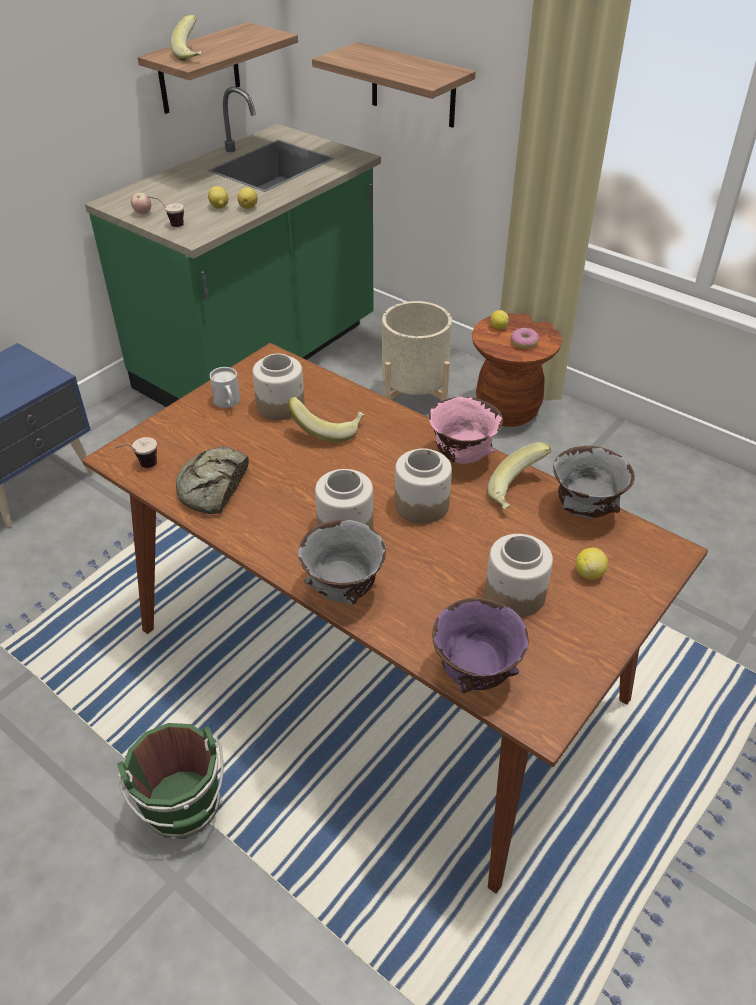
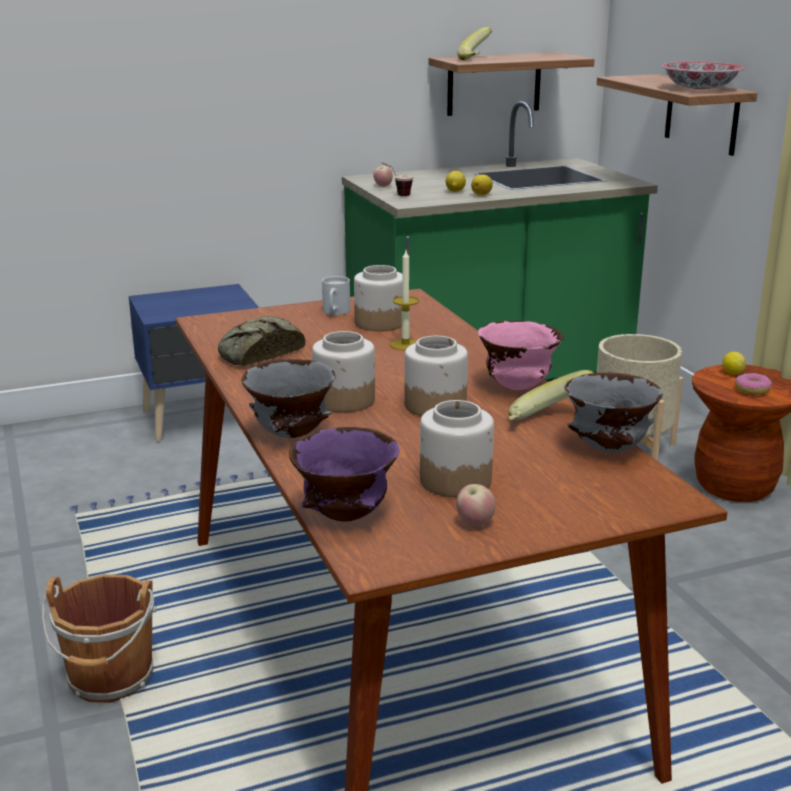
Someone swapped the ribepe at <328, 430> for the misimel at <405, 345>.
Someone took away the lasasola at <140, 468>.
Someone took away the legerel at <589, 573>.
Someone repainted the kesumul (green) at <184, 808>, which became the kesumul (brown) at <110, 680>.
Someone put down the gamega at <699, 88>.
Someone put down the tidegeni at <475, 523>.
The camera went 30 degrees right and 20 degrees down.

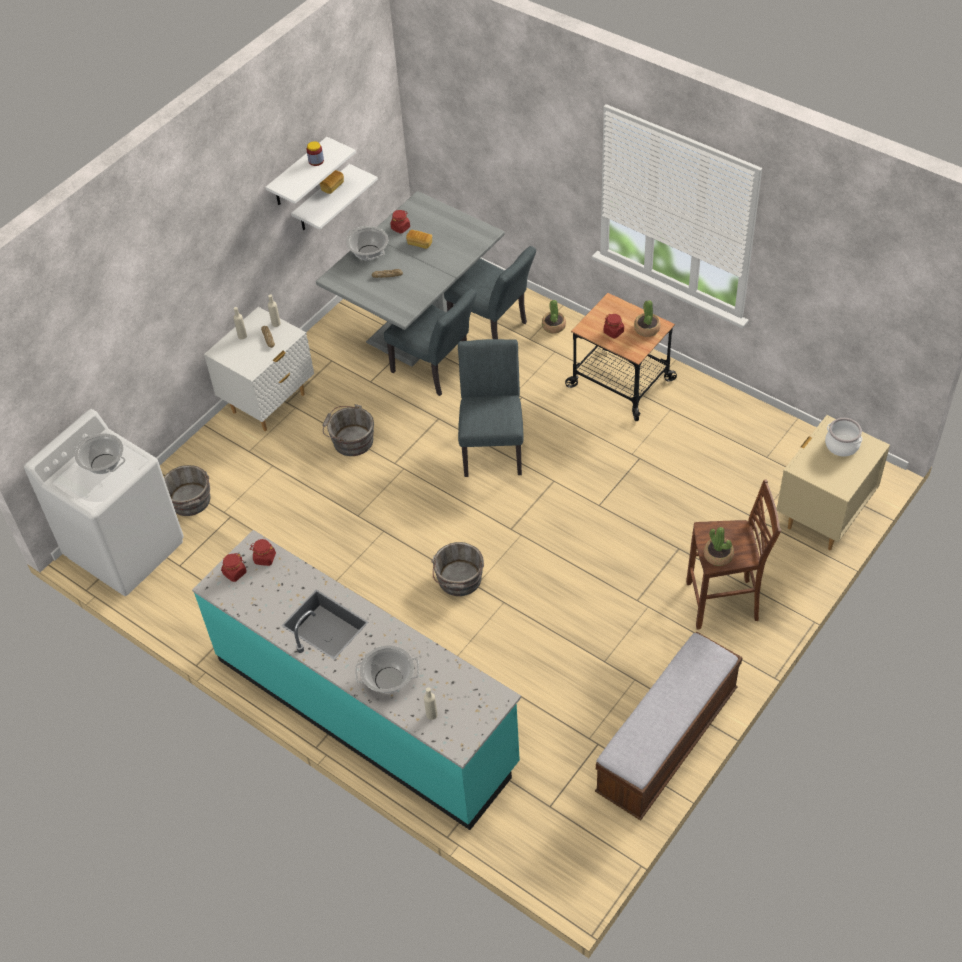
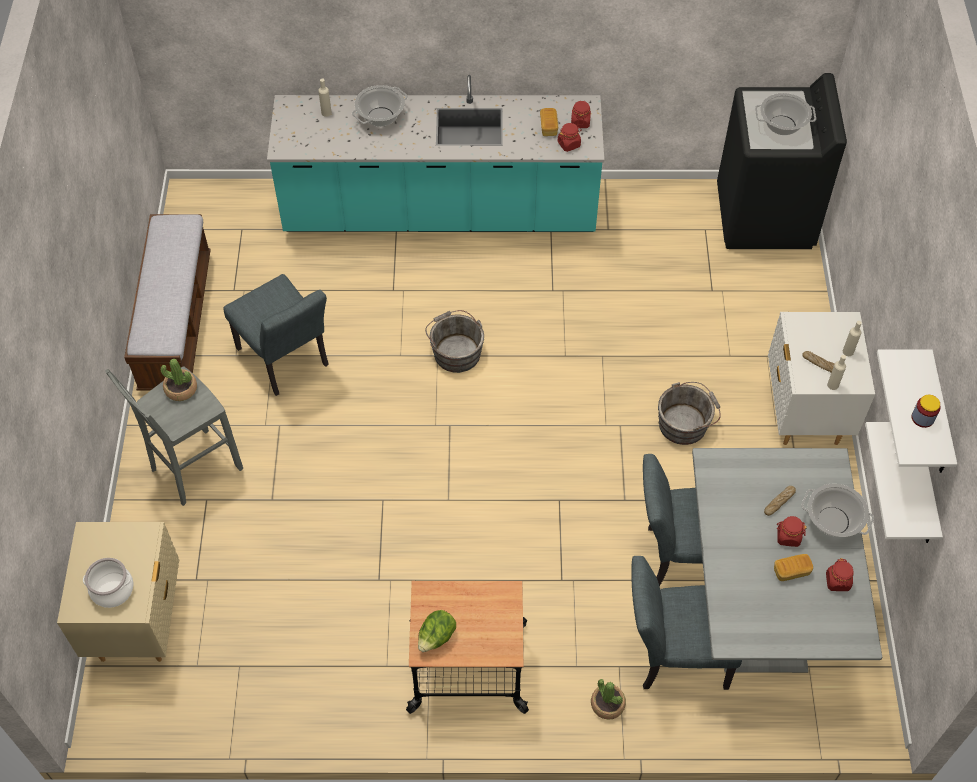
Someone carried the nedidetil from <332, 186> to <548, 127>.
Someone swapped the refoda at <646, 329> for the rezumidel at <436, 637>.
Someone carried the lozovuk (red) from <613, 332> to <788, 537>.
Someone carried the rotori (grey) from <493, 446> to <286, 361>.
Someone repainted the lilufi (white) at <125, 548>, which became the lilufi (black) at <765, 217>.
Someone took away the kesumul (grey) at <190, 502>.
Someone repainted the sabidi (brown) at <724, 603>, which became the sabidi (grey) at <193, 469>.
The camera went 140 degrees right and 5 degrees up.

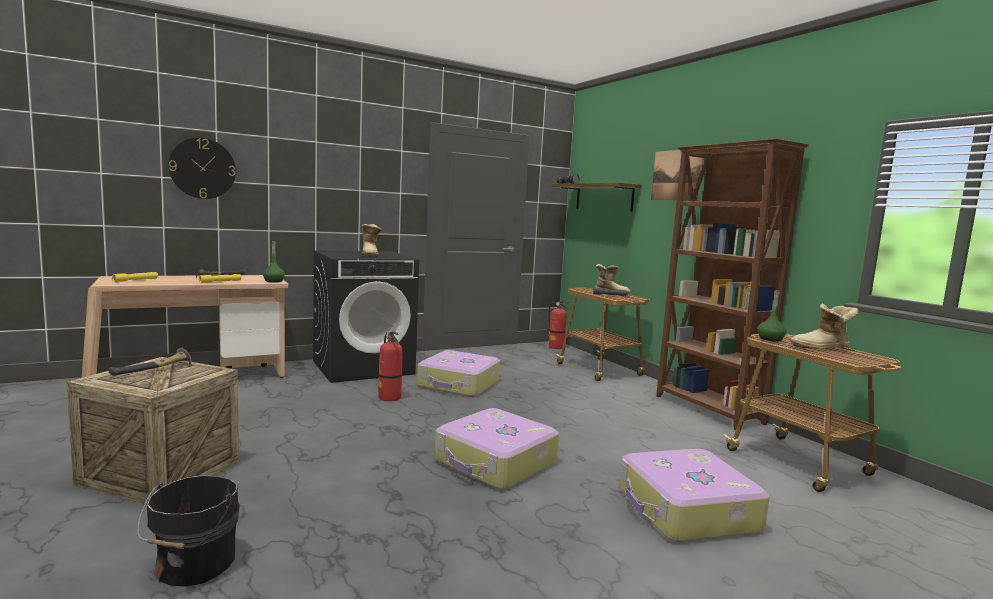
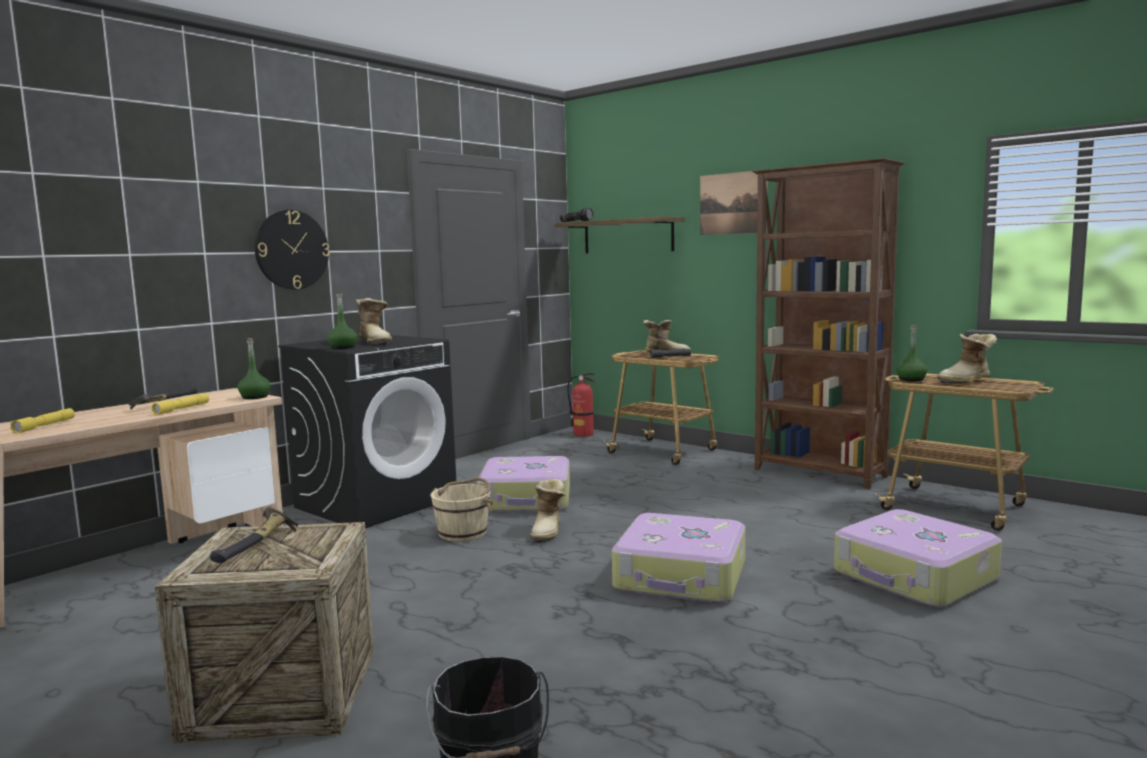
Someone carried the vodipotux from <202, 168> to <292, 250>.
Someone swapped the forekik at <390, 398> for the kesumul (beige) at <463, 532>.
Someone put down the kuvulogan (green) at <343, 347>.
Someone put down the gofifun at <548, 531>.
The camera went 20 degrees left and 0 degrees up.

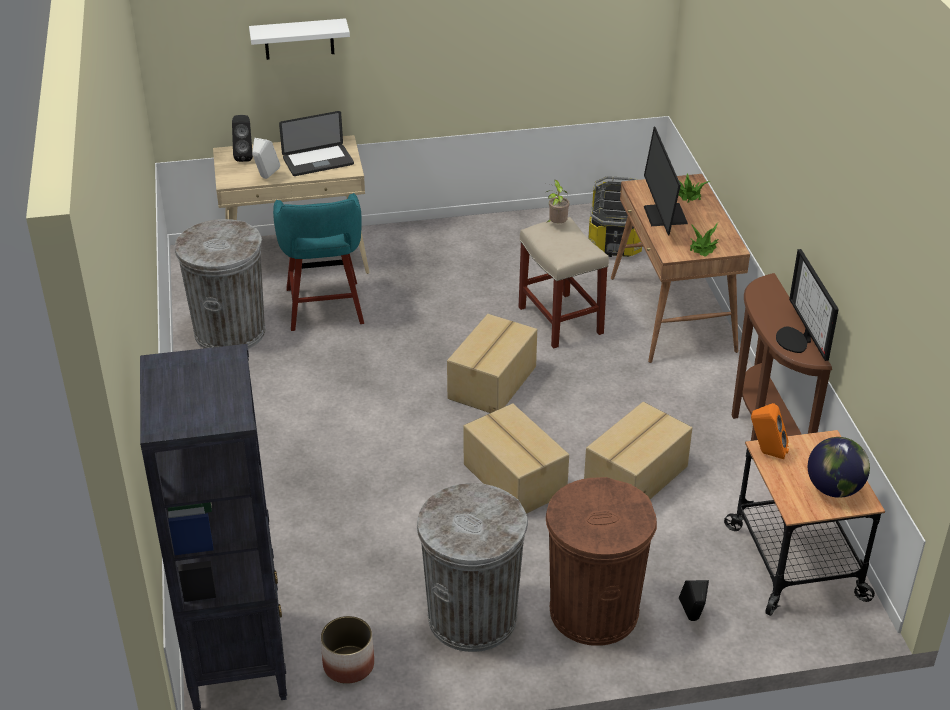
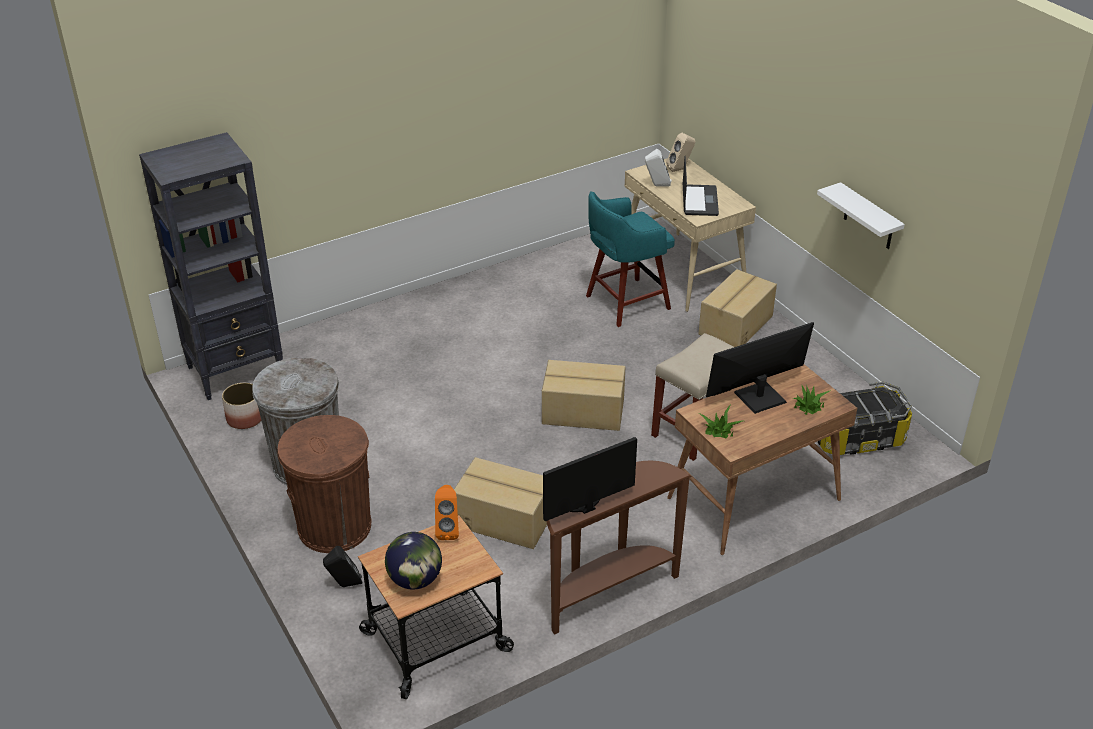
Someone carried the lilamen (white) from <299, 39> to <869, 218>.
Someone rotated the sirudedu at <318, 161> by 135 degrees counterclockwise.
Someone repainted the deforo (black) at <245, 156>, which became the deforo (beige) at <680, 169>.
Someone took away the refoda at <556, 225>.
Someone took away the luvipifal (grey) at <229, 332>.
Someone carried the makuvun from <514, 479> to <734, 325>.
The camera went 70 degrees right and 0 degrees up.

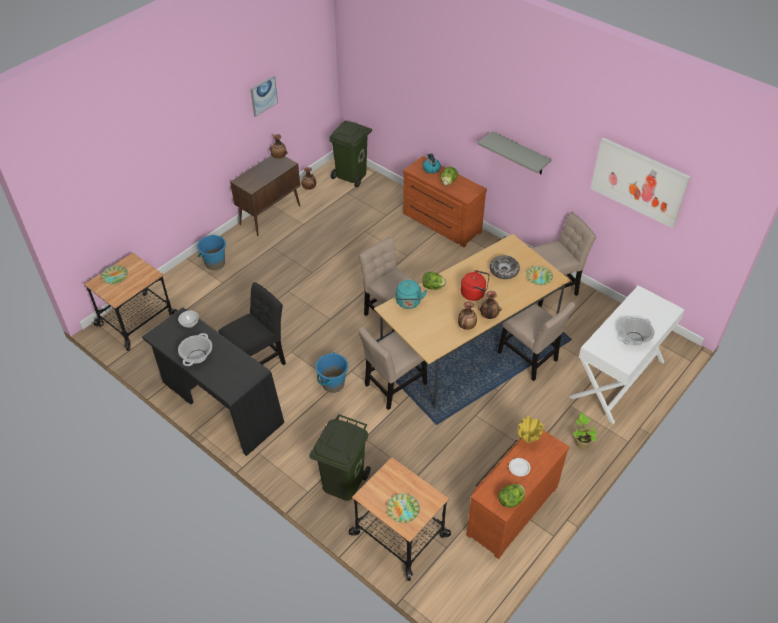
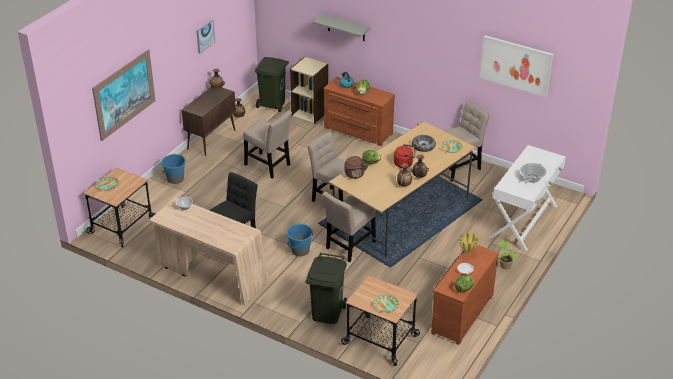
Someone carried the lilamen (grey) from <520, 154> to <346, 28>.
Someone repainted the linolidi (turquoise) at <408, 303>, which became the linolidi (brown) at <355, 175>.
Someone carried the rotori (beige) from <529, 359> to <269, 166>.
Someone repainted the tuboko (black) at <220, 404>, which became the tuboko (beige) at <211, 274>.
Someone took away the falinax at <197, 356>.
Someone put up the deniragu at <124, 94>.
Someone put down the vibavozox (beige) at <310, 113>.
The camera went 10 degrees left and 10 degrees down.

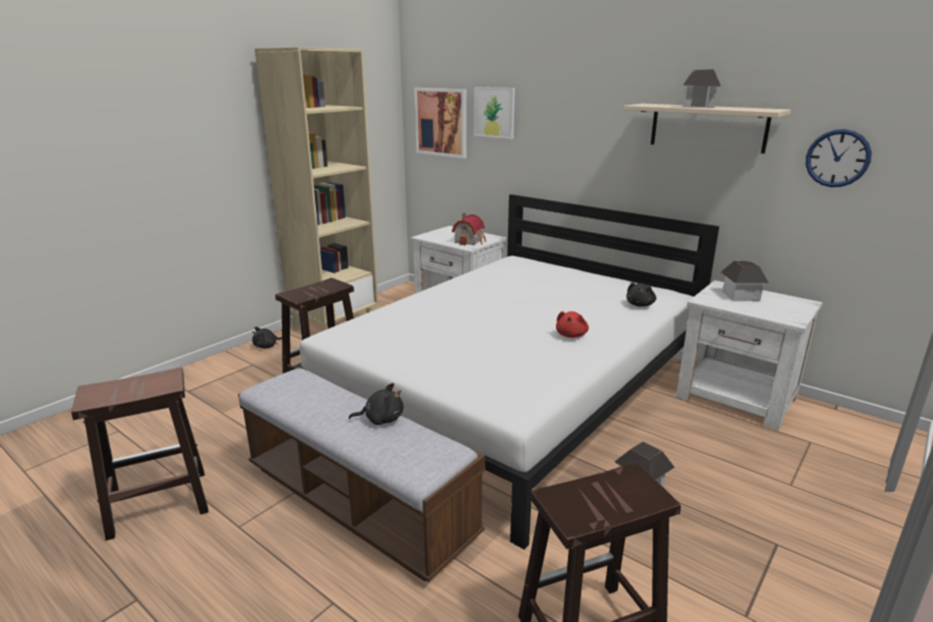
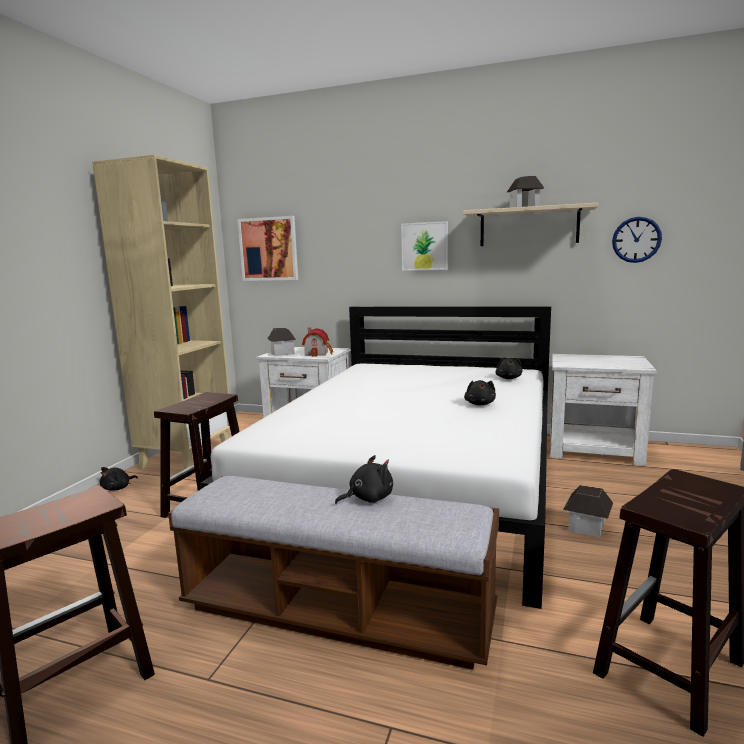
Someone carried the deniragu from <494, 112> to <424, 246>.
Someone carried the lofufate from <740, 296> to <282, 353>.
Someone repainted the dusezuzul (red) at <571, 335>, which became the dusezuzul (black) at <480, 404>.
The camera went 20 degrees left and 10 degrees down.

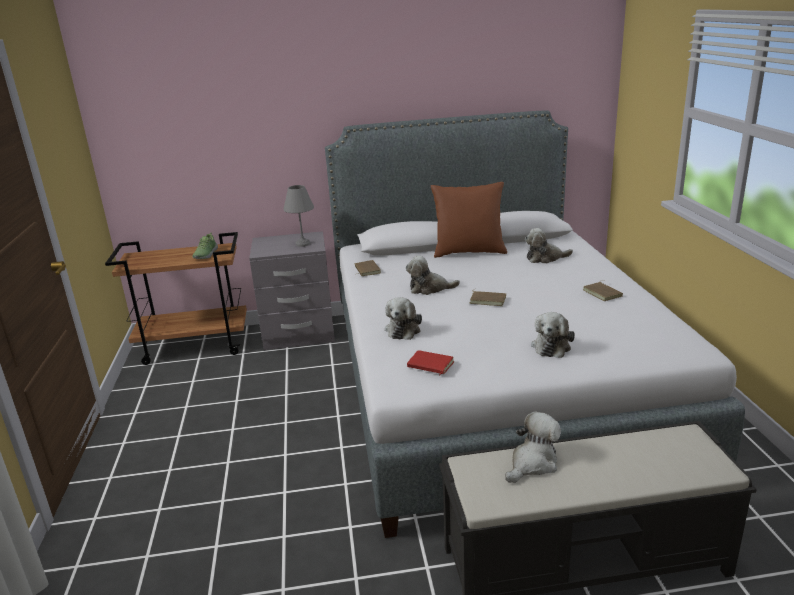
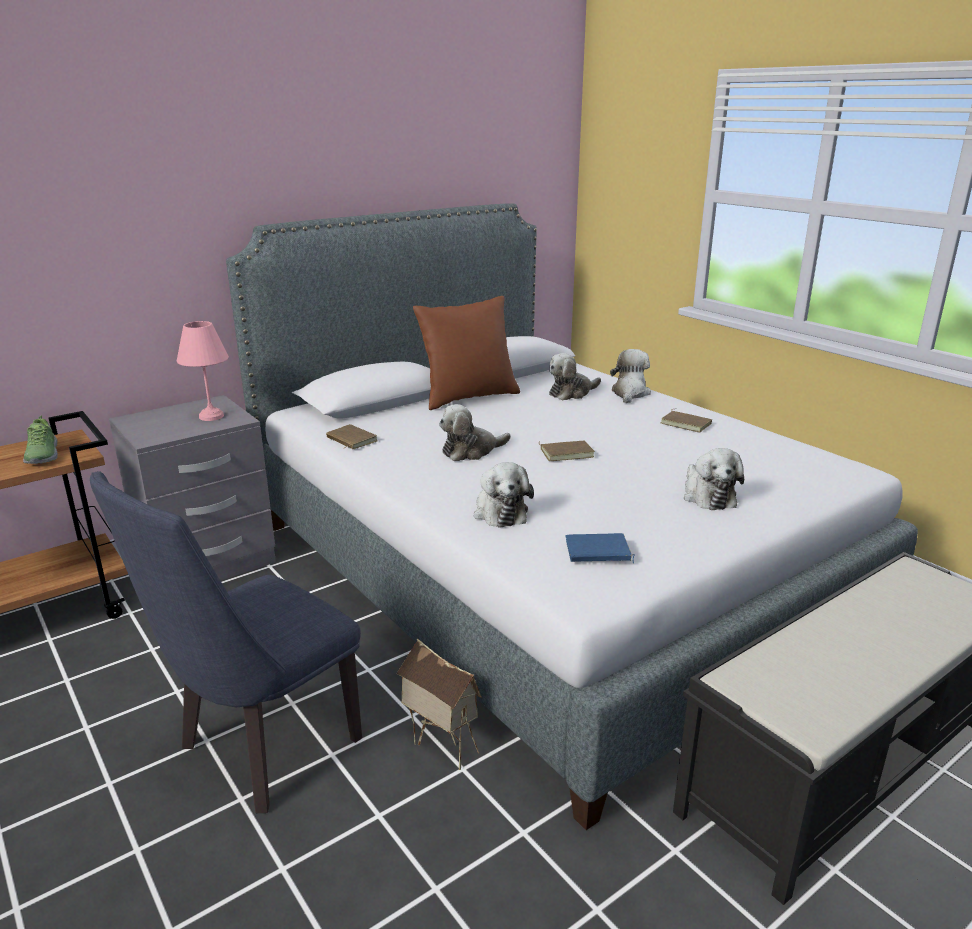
Someone repainted the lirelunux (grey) at <303, 244>, which became the lirelunux (pink) at <212, 416>.
Someone repainted the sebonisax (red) at <430, 365>, which became the sebonisax (blue) at <597, 553>.
Someone carried the dusezuzul from <532, 463> to <630, 393>.
Someone put down the rotori (blue) at <259, 752>.
Someone put down the lofufate at <440, 746>.
The camera went 30 degrees left and 0 degrees up.

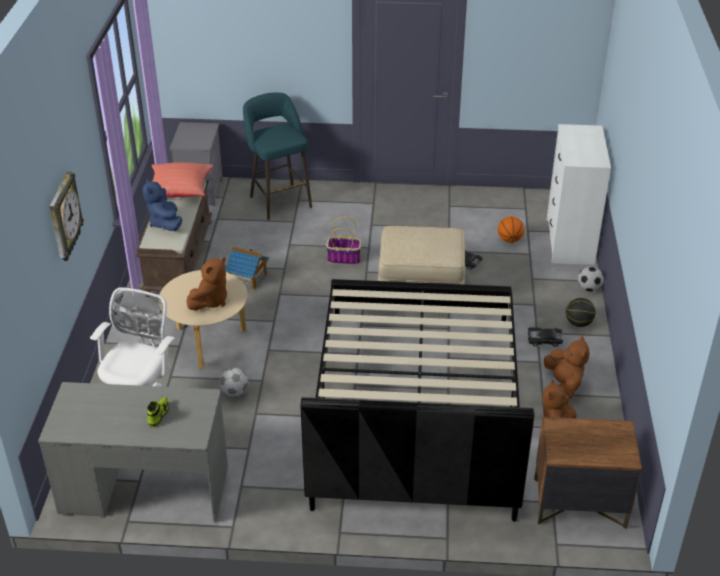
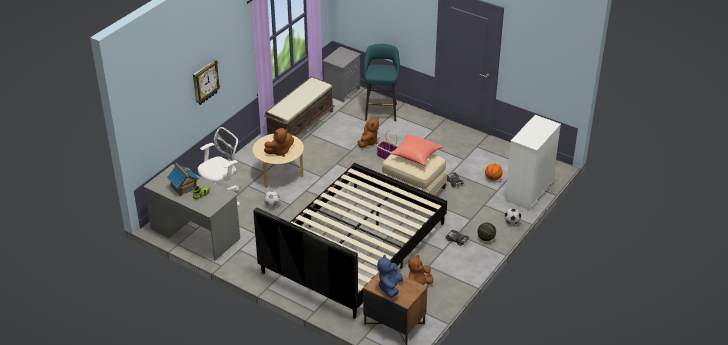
Someone carried the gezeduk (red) from <180, 191> to <415, 156>.
Someone carried the dusezuzul (blue) from <165, 223> to <390, 287>.
Someone carried the lofufate from <248, 278> to <184, 187>.
Someone carried the dusezuzul (brown) from <564, 385> to <368, 142>.
The camera went 30 degrees right and 0 degrees up.

